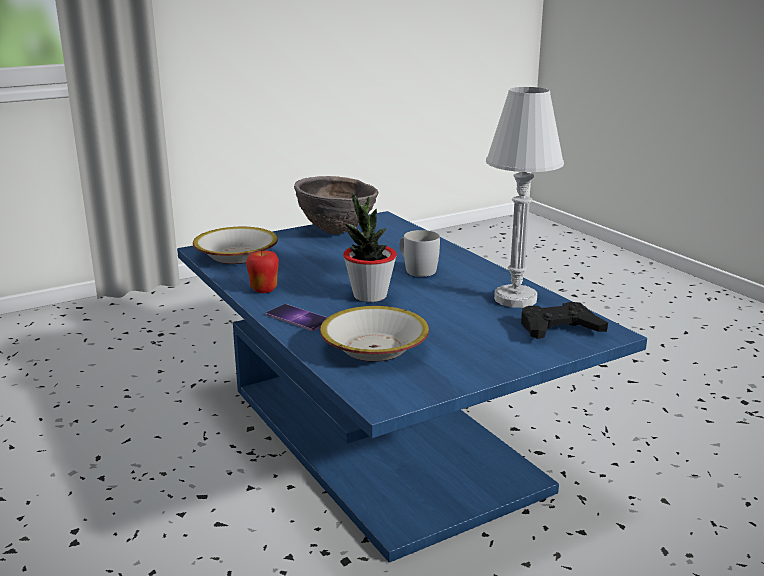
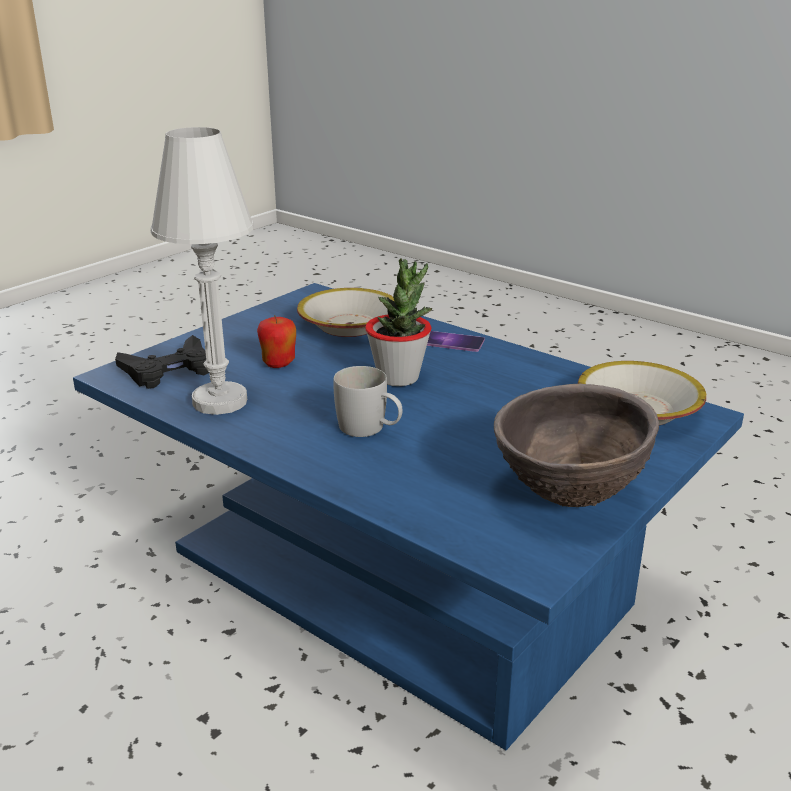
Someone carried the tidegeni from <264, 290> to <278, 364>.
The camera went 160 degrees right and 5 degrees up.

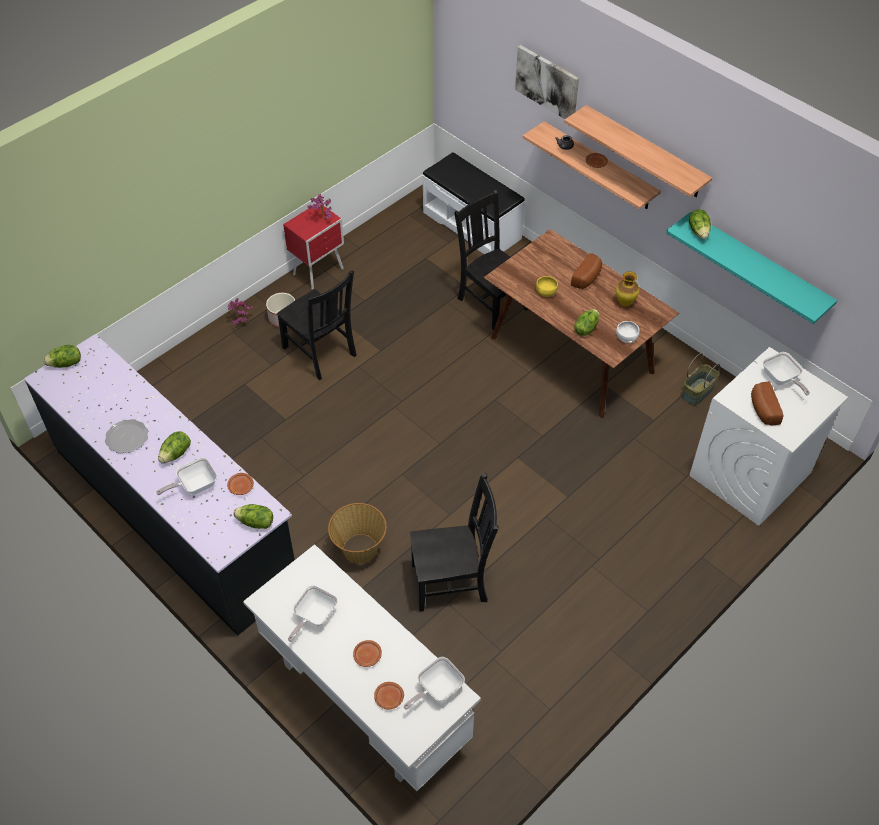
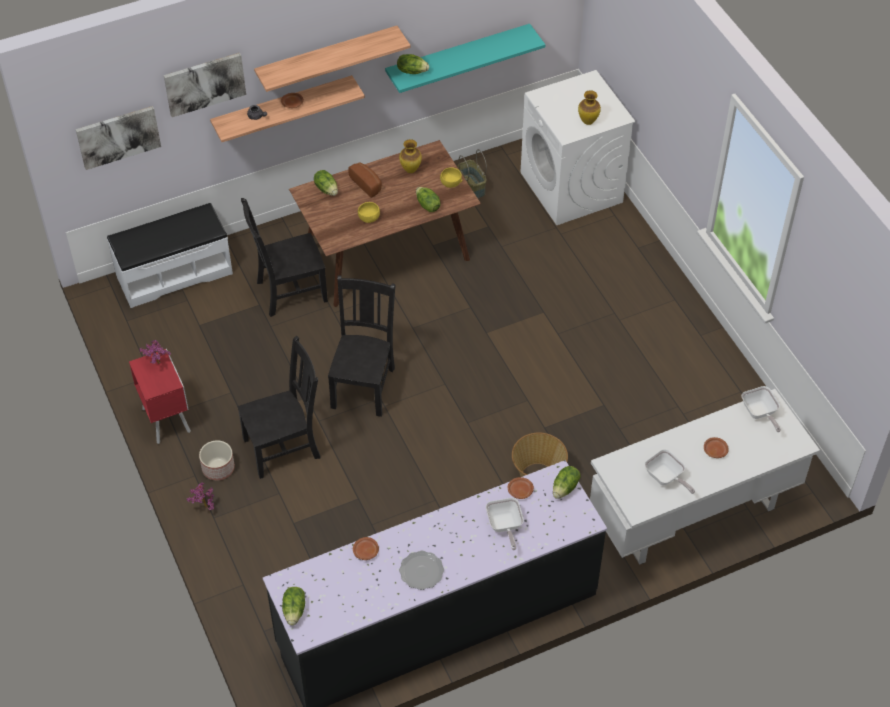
Someone repainted the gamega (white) at <626, 337>, which became the gamega (yellow) at <450, 183>.
Someone took away the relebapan at <781, 380>.
Someone swapped the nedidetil at <762, 410> for the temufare at <587, 121>.
Someone carried the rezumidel from <176, 454> to <327, 189>.
Someone carried the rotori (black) from <452, 582> to <364, 385>.
Someone carried the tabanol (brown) from <388, 698> to <365, 551>.
Someone put up the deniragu at <118, 136>.
The camera went 70 degrees left and 0 degrees up.

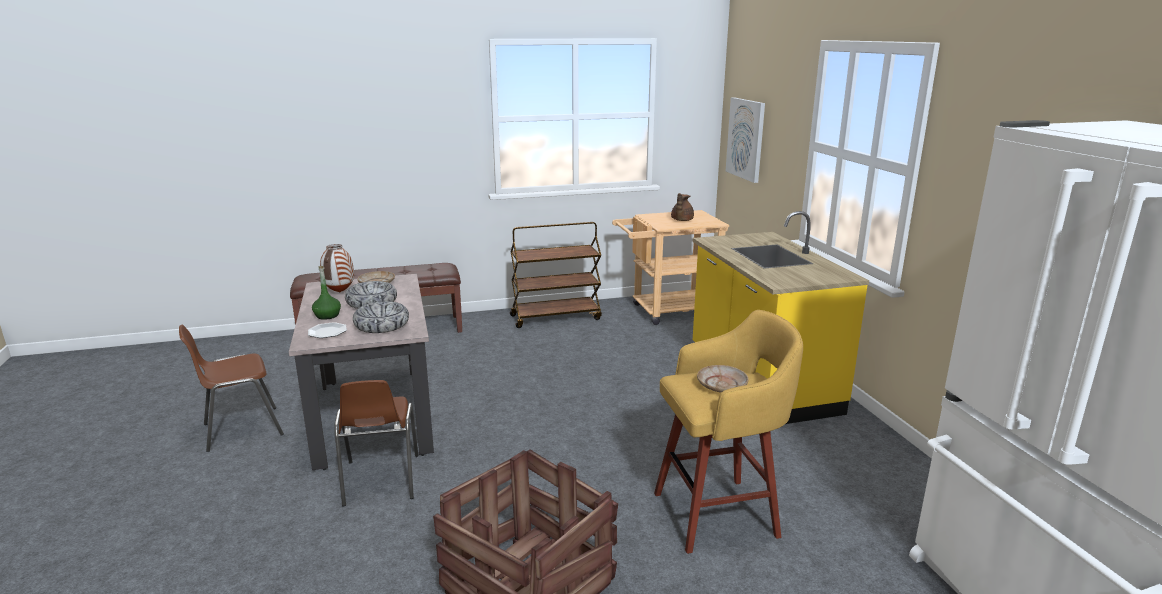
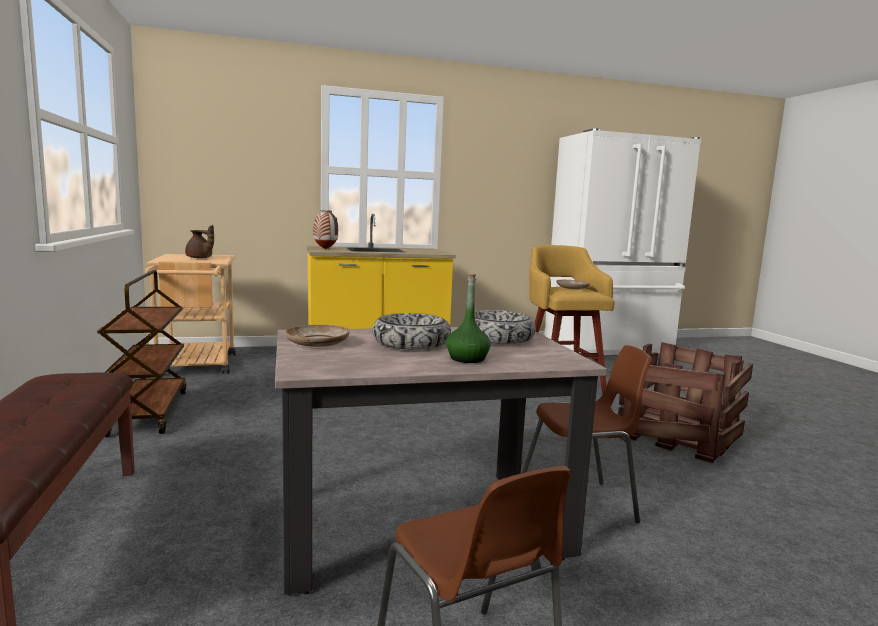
Someone took away the deniragu at <746, 139>.
Someone carried the temufare from <339, 292> to <325, 249>.
Someone took away the tabanol at <327, 332>.
The camera went 90 degrees left and 10 degrees down.

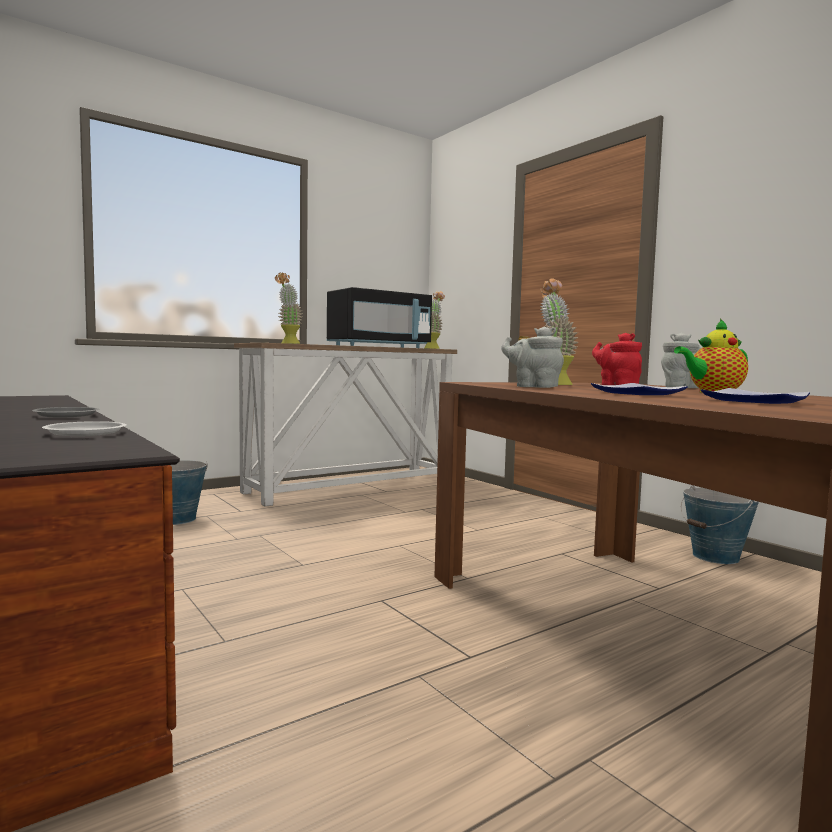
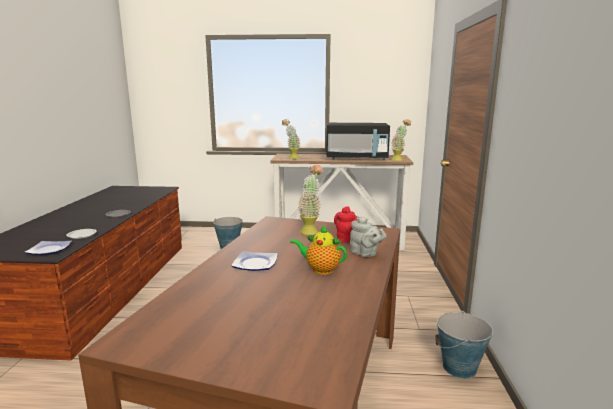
Someone took away the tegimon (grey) at <533, 386>.
Someone carried the tabanol from <752, 401> to <49, 249>.
The camera went 40 degrees right and 10 degrees up.

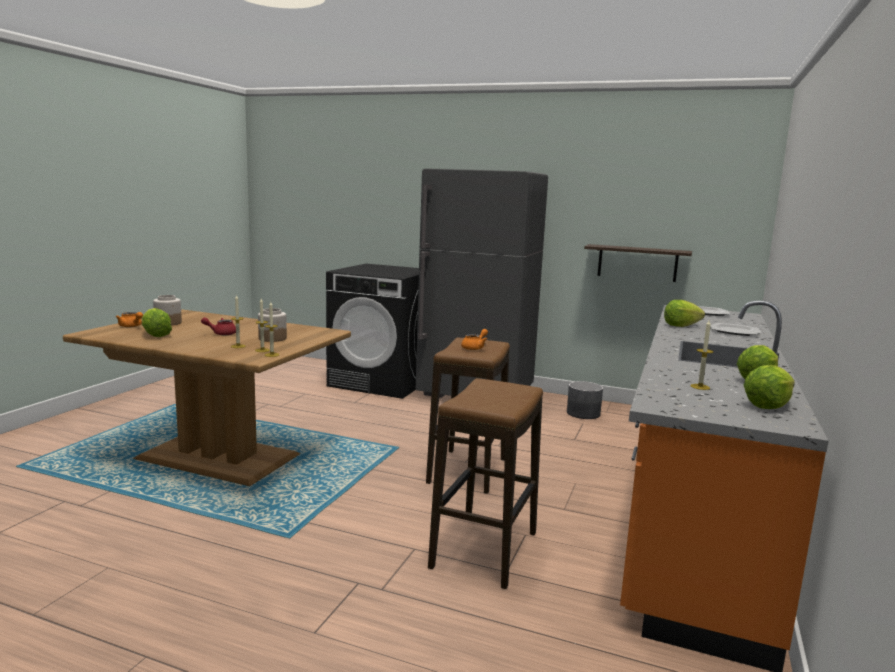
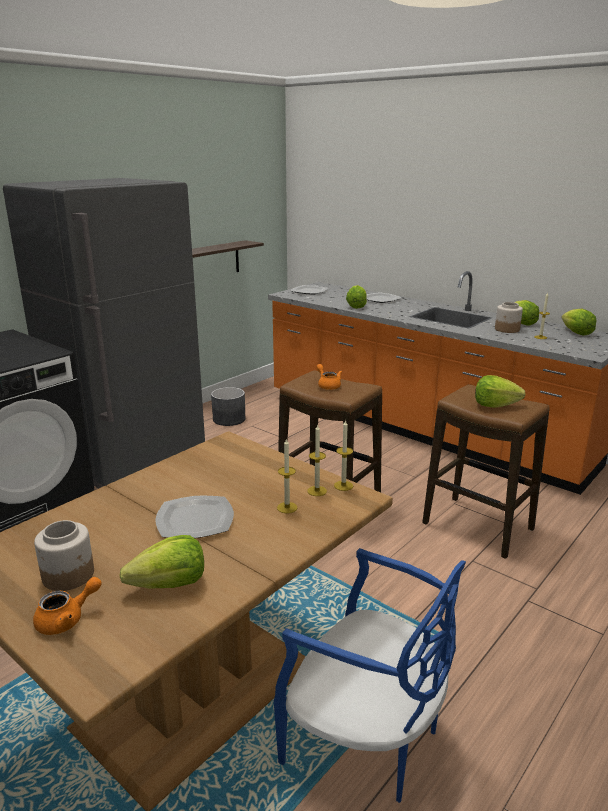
Someone carried the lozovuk from <272, 338> to <507, 329>.
Someone swapped the tegimon (red) at <221, 333> for the tabanol at <196, 520>.
Someone put down the rezumidel at <495, 405>.
Someone put down the rotori (blue) at <367, 739>.
The camera went 70 degrees left and 10 degrees up.

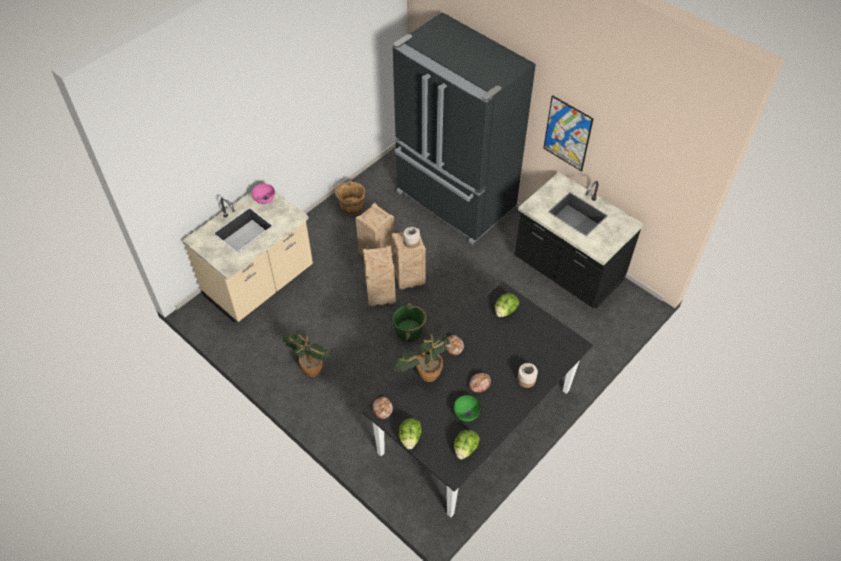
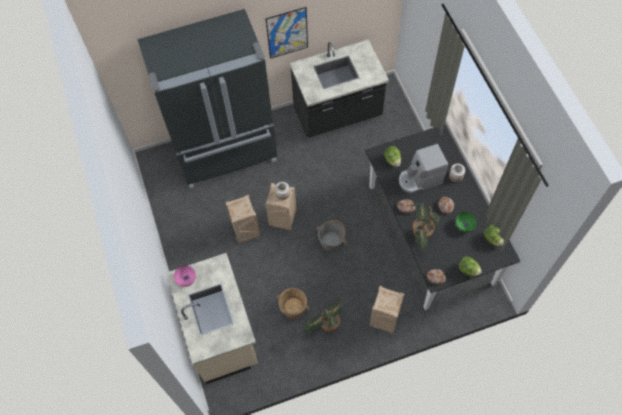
Someone carried the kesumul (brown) from <351, 206> to <293, 308>.
Someone carried the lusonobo from <380, 296> to <384, 320>.
Someone repainted the kesumul (green) at <409, 331>, which became the kesumul (grey) at <331, 241>.
Someone put down the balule at <420, 179>.
The camera went 60 degrees left and 10 degrees up.

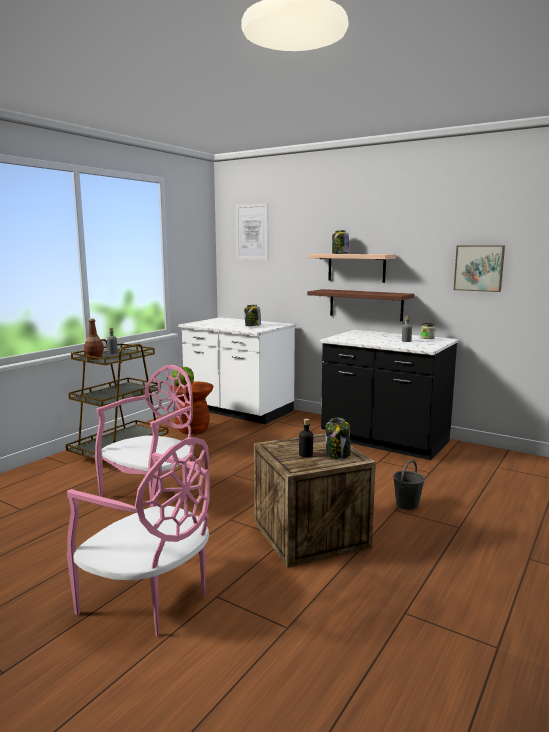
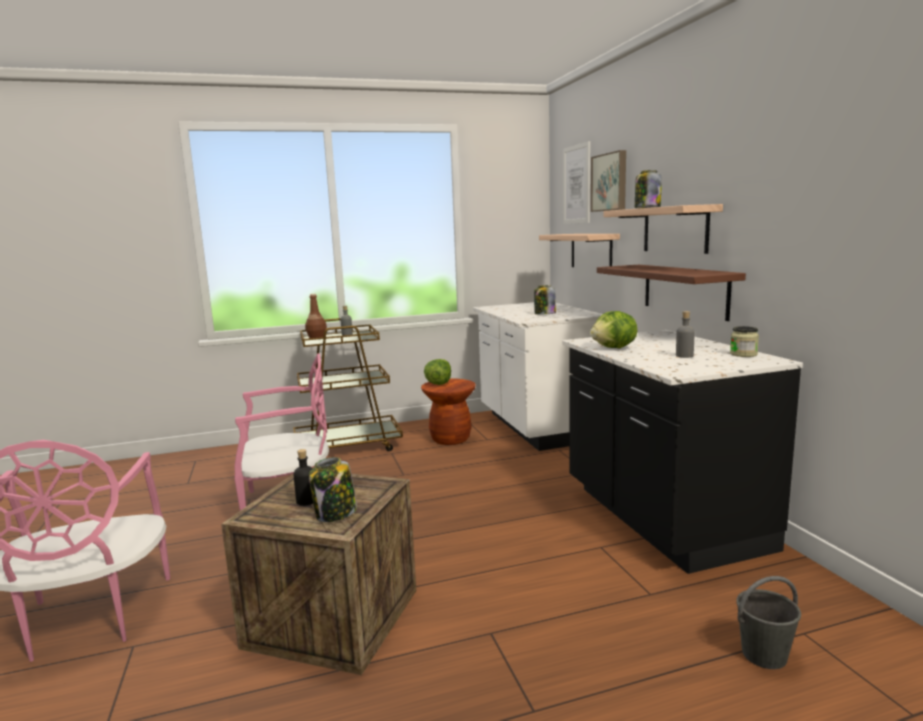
Someone carried the deniragu from <479, 268> to <610, 182>.
Someone carried the kesumul (grey) from <407, 504> to <763, 655>.
Someone put up the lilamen at <591, 251>.
Someone put down the rezumidel at <614, 348>.
The camera went 40 degrees right and 0 degrees up.

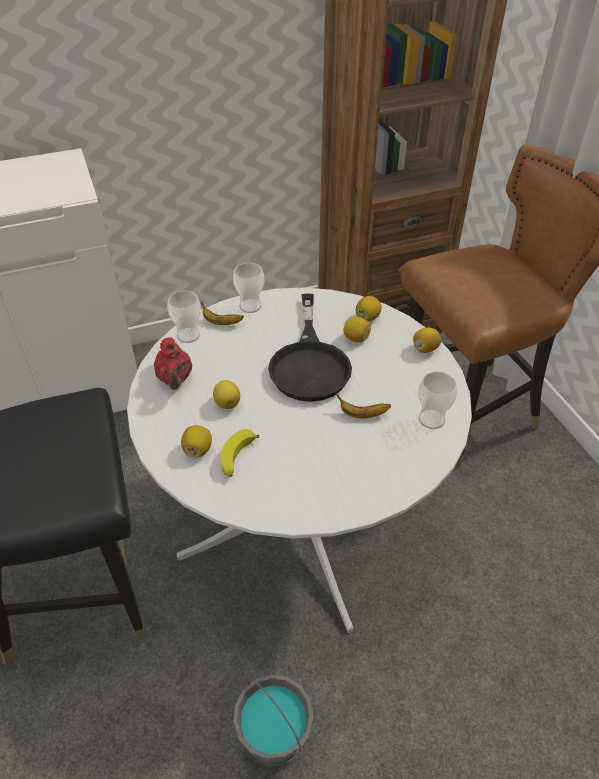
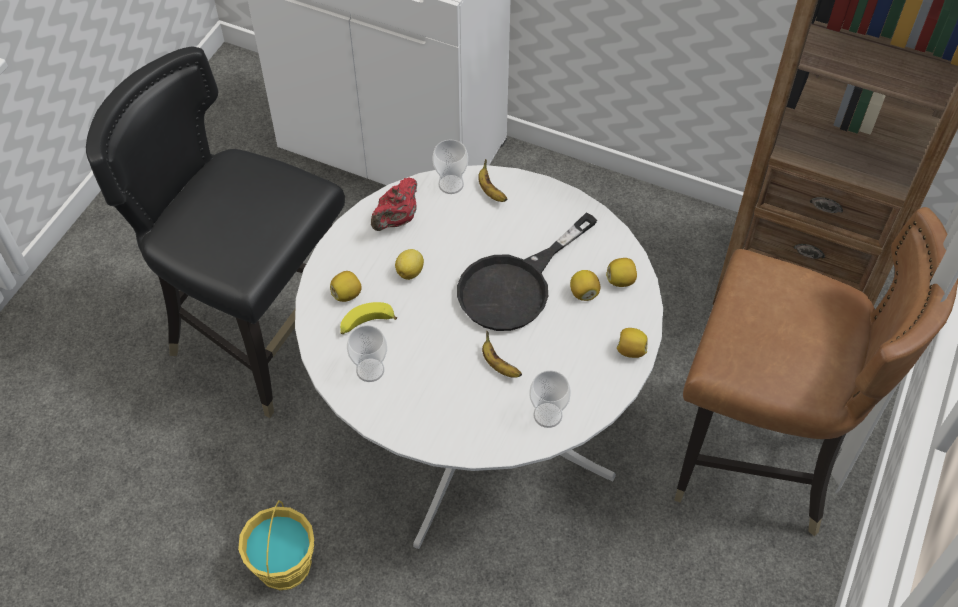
Someone carried the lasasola from <250, 306> to <370, 370>.
Someone repainted the kesumul (grey) at <275, 736>, which became the kesumul (yellow) at <285, 565>.
The camera went 45 degrees right and 10 degrees up.

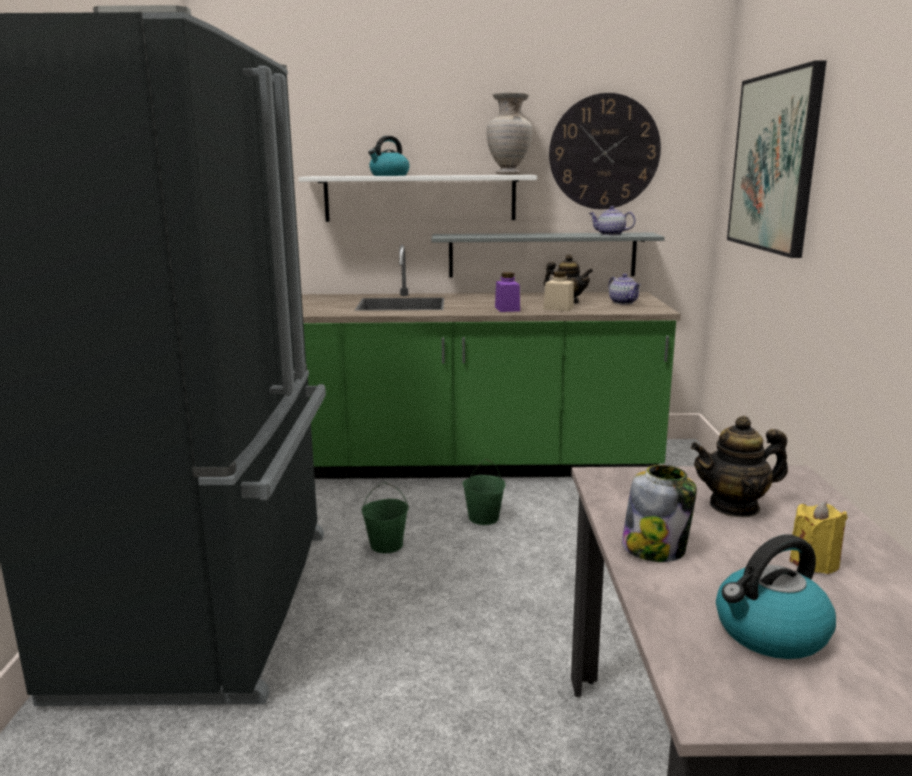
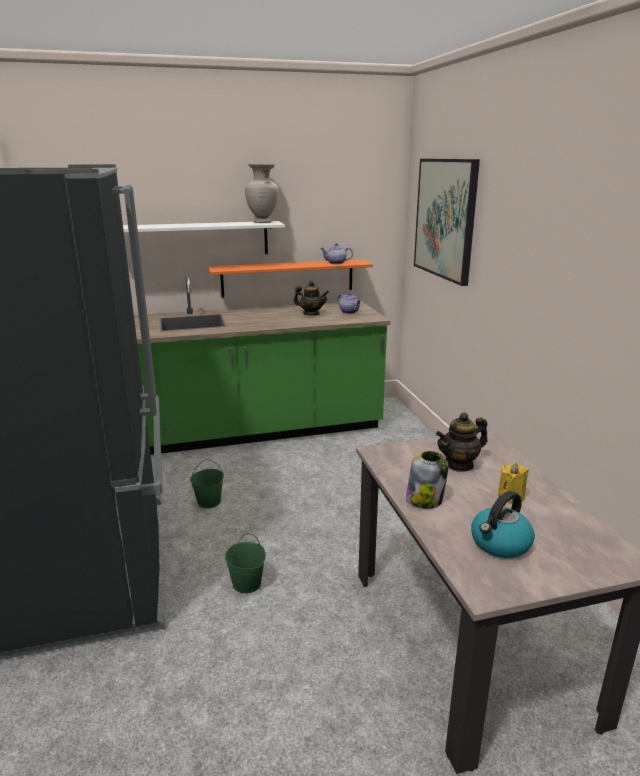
Someone took away the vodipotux at <604, 152>.
Someone took away the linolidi at <389, 175>.
Someone repainted the lilamen (grey) at <542, 255>, which became the lilamen (orange) at <288, 278>.
Someone took away the lozovuk (purple) at <507, 309>.
Someone took away the lozovuk (beige) at <558, 308>.
Someone carried the kesumul (green) from <484, 518> to <247, 584>.
The camera went 15 degrees left and 5 degrees up.

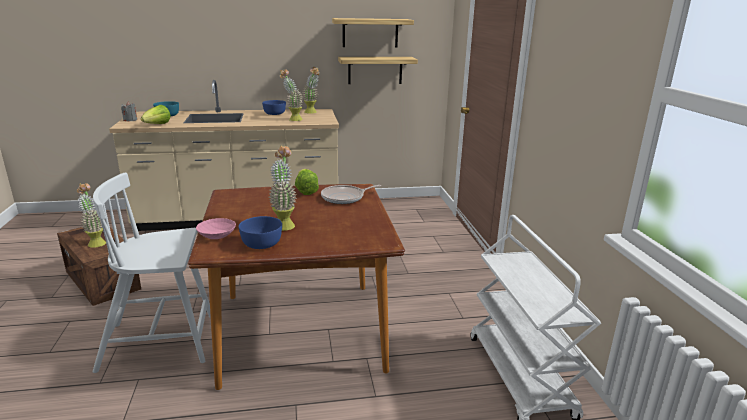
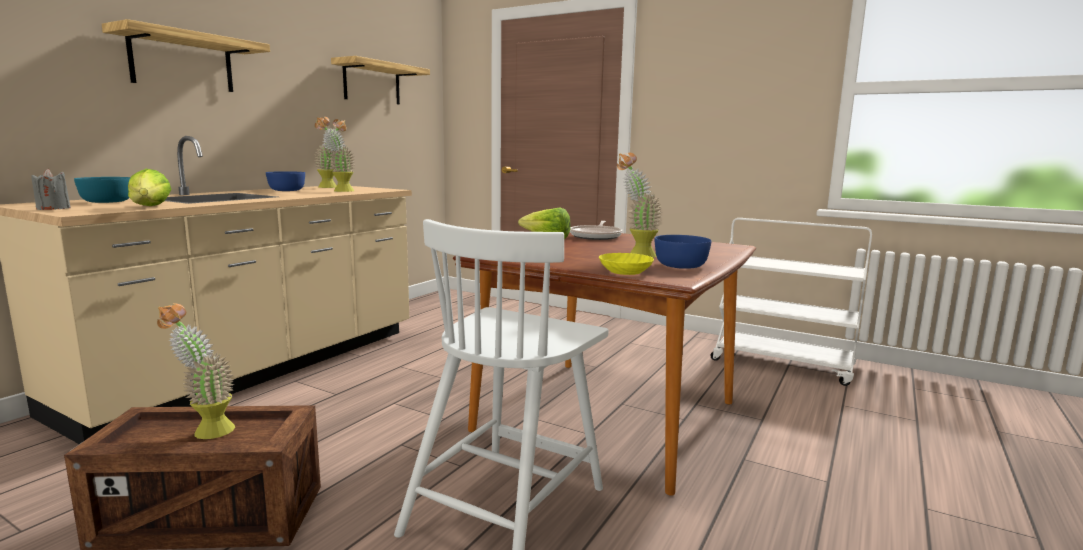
Someone carried the lilamen from <375, 70> to <182, 62>.
Someone repainted the gamega (pink) at <216, 235>, which became the gamega (yellow) at <624, 272>.
The camera went 50 degrees left and 10 degrees down.

